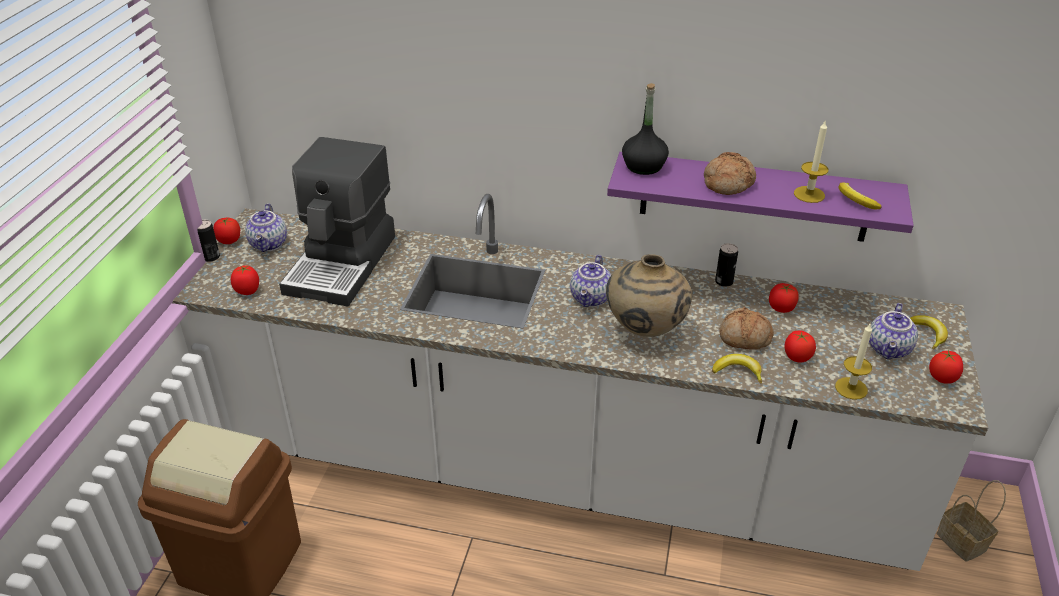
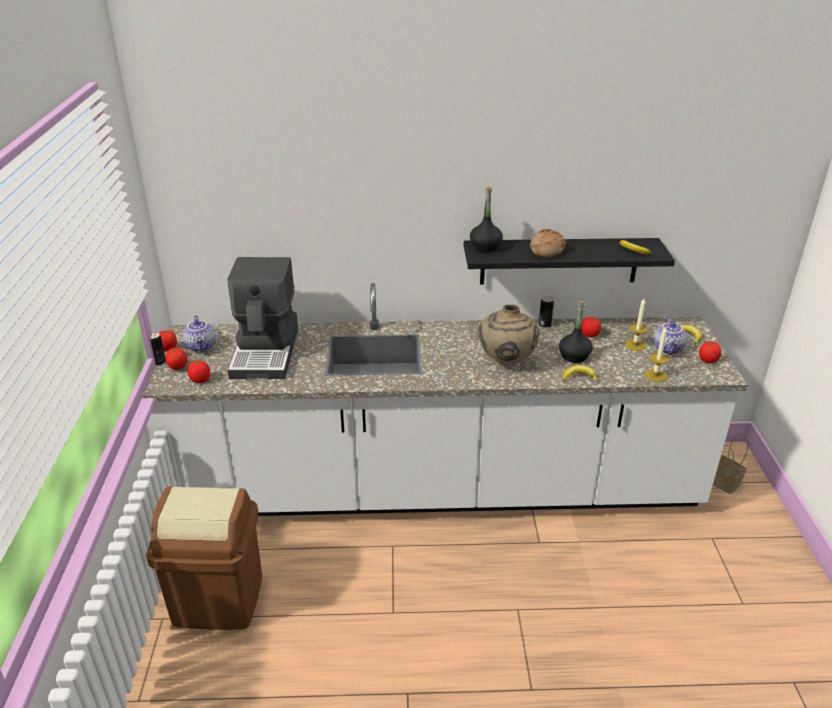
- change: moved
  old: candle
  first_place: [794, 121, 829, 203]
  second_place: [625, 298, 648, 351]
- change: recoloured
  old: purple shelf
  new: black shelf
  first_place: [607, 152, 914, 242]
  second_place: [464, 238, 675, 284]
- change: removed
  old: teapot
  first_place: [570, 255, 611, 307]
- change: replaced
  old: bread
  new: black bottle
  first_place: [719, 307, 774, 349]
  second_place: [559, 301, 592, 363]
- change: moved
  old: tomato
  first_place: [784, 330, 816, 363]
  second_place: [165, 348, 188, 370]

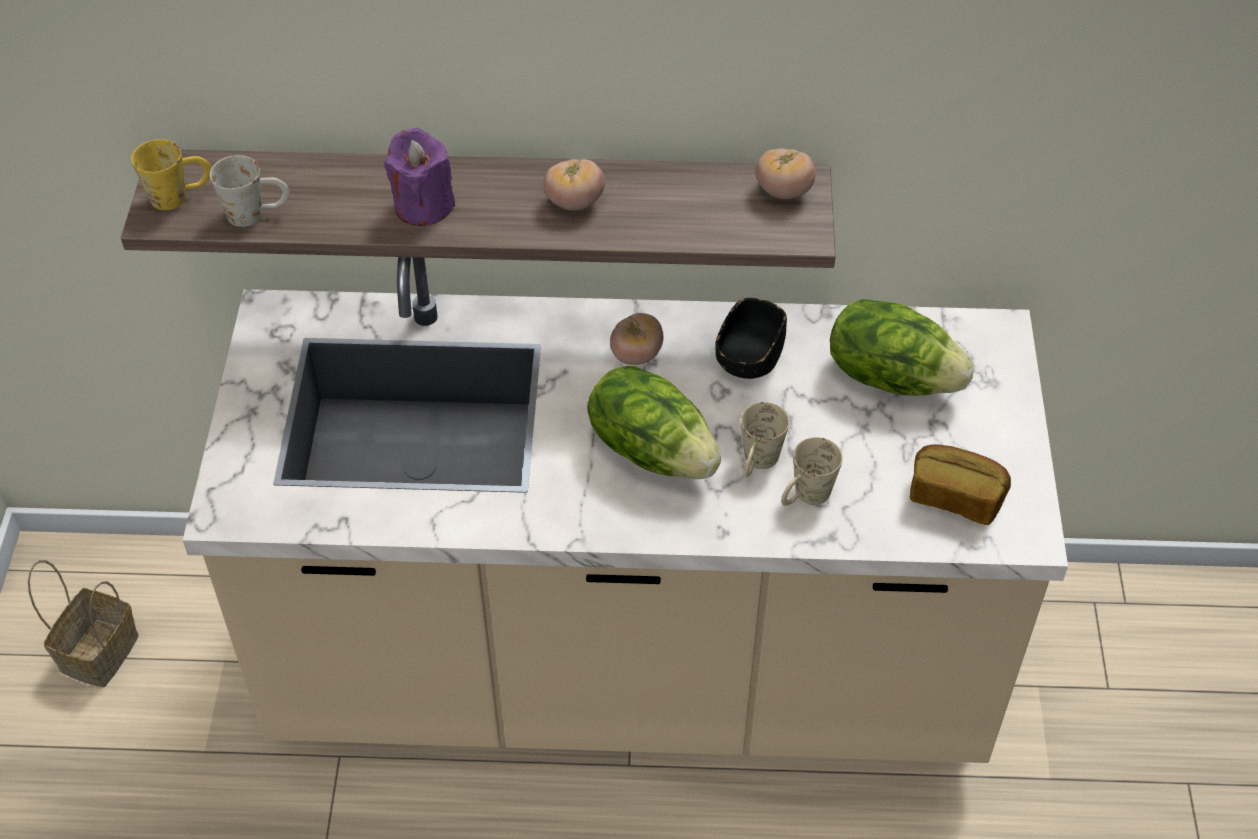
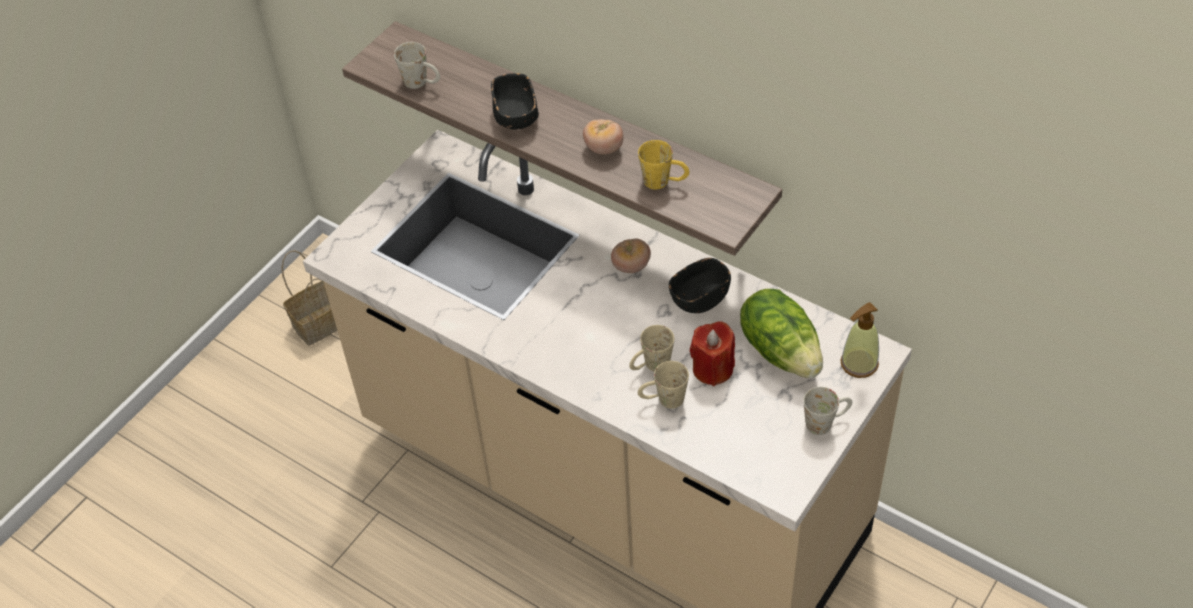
- change: replaced
  old: purple candle
  new: black bowl
  first_place: [384, 128, 455, 226]
  second_place: [491, 73, 539, 130]
- change: moved
  old: yellow mug
  first_place: [131, 139, 211, 210]
  second_place: [638, 140, 689, 189]
- change: removed
  old: tomato
  first_place: [755, 148, 816, 199]
- change: removed
  old: lettuce
  first_place: [587, 366, 721, 479]
- change: removed
  old: bread
  first_place: [910, 444, 1011, 525]
- change: added
  new: soap dispenser
  second_place: [840, 302, 879, 378]
- change: added
  new: red candle
  second_place: [690, 321, 735, 386]
- change: added
  new: white mug
  second_place: [803, 387, 852, 435]

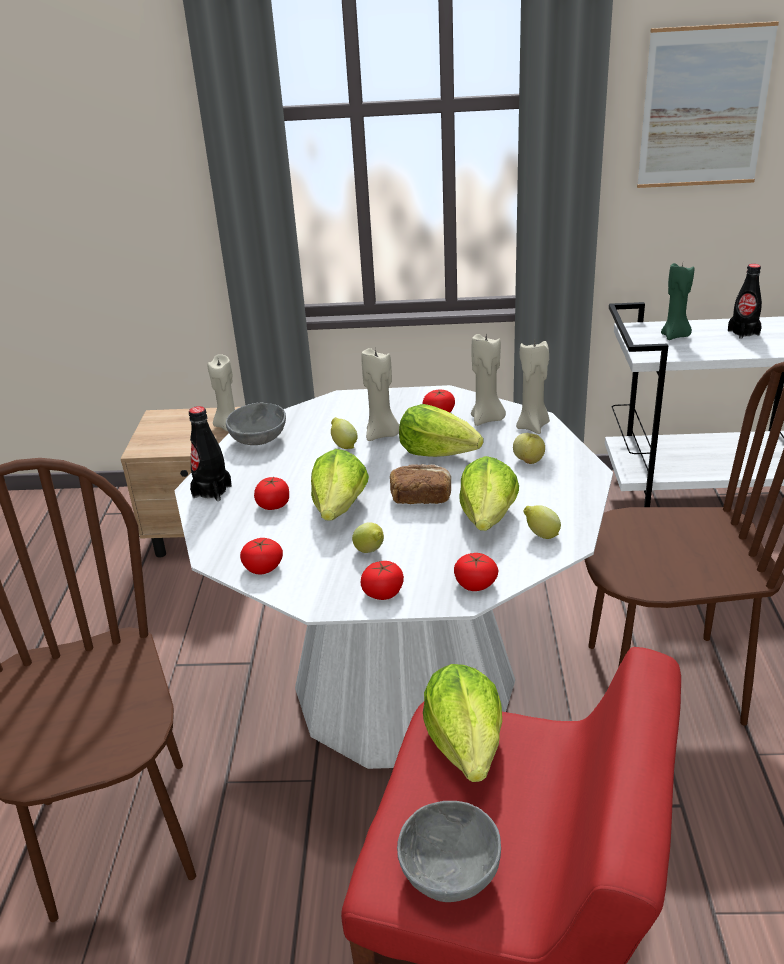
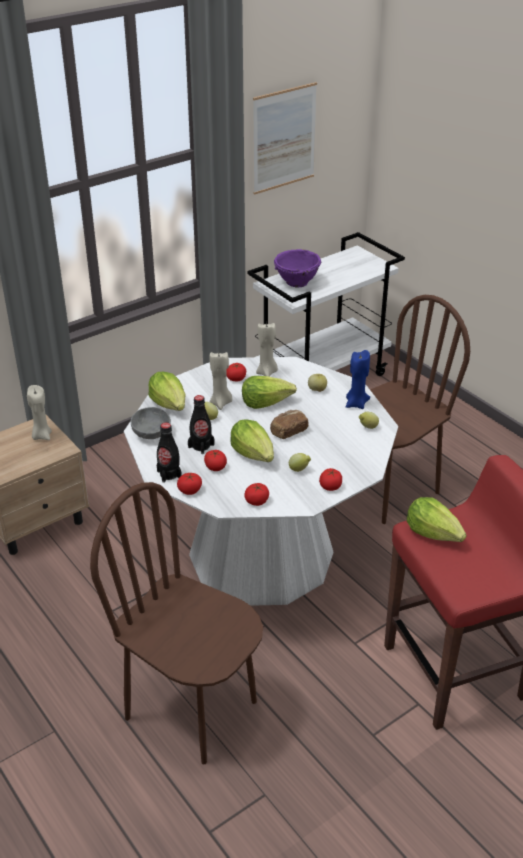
- change: replaced
  old: green candle
  new: purple bowl
  first_place: [661, 263, 694, 340]
  second_place: [274, 249, 322, 288]
- change: moved
  old: black bottle
  first_place: [728, 264, 762, 339]
  second_place: [188, 395, 215, 454]
- change: removed
  old: beige candle
  first_place: [516, 341, 550, 434]
- change: moved
  old: lettuce
  first_place: [460, 456, 519, 531]
  second_place: [149, 372, 185, 411]
- change: moved
  old: tomato
  first_place: [454, 553, 499, 591]
  second_place: [177, 473, 202, 495]
- change: removed
  old: grey bowl
  first_place: [397, 801, 501, 902]
- change: added
  new: blue candle
  second_place: [346, 350, 370, 409]

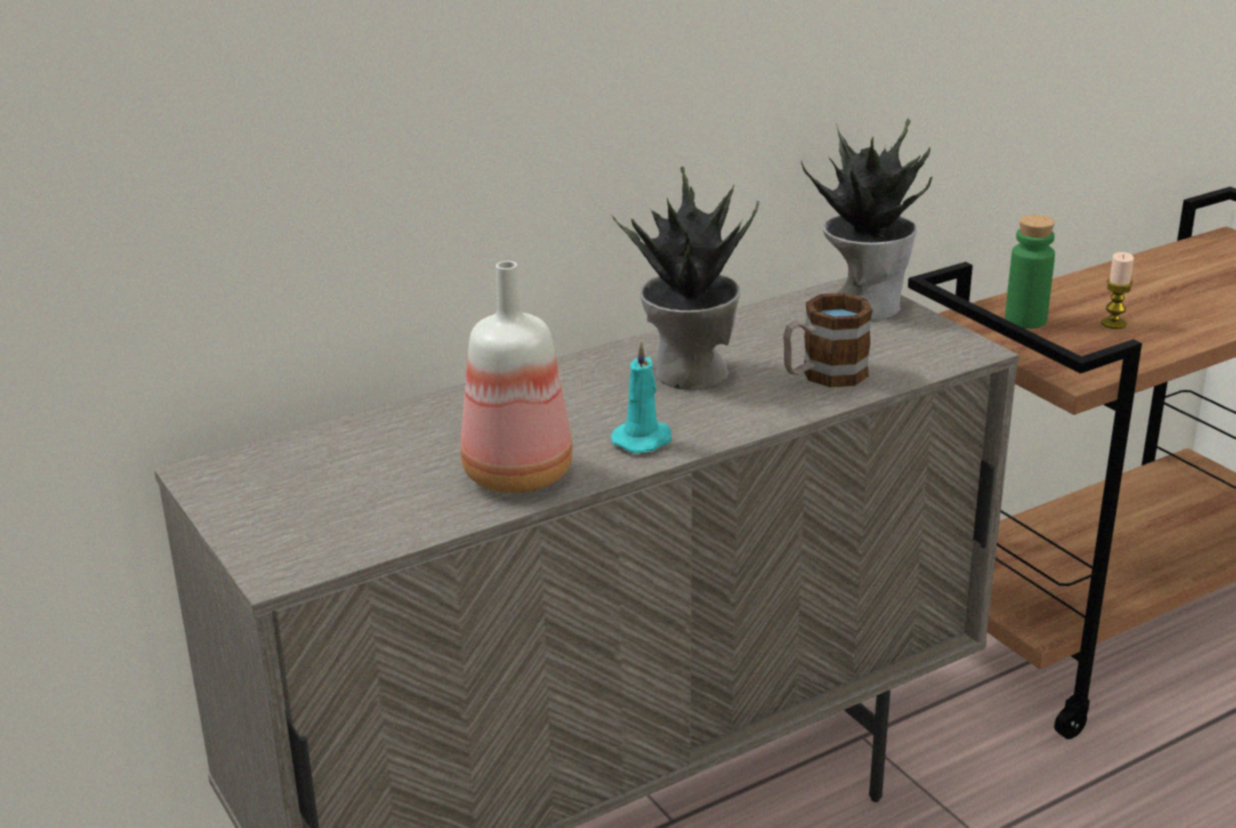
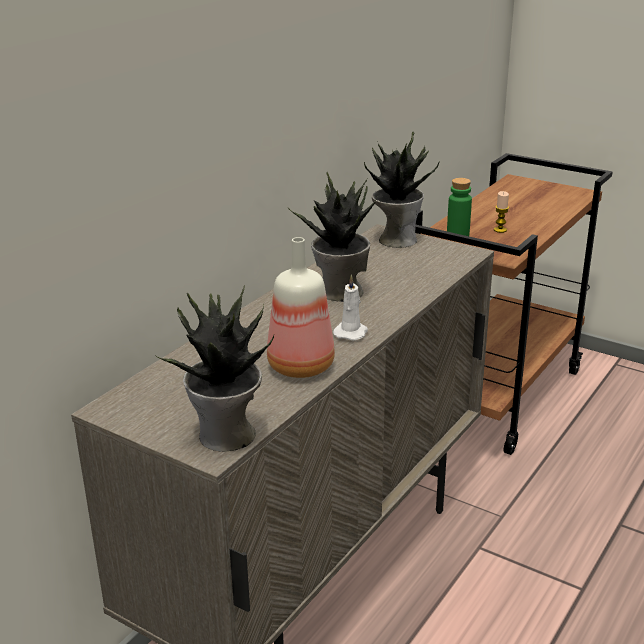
- change: removed
  old: mug
  first_place: [783, 293, 873, 387]
- change: recoloured
  old: turquoise candle
  new: white candle
  first_place: [611, 341, 672, 454]
  second_place: [333, 274, 368, 341]
- change: added
  new: potted plant
  second_place: [155, 285, 274, 452]

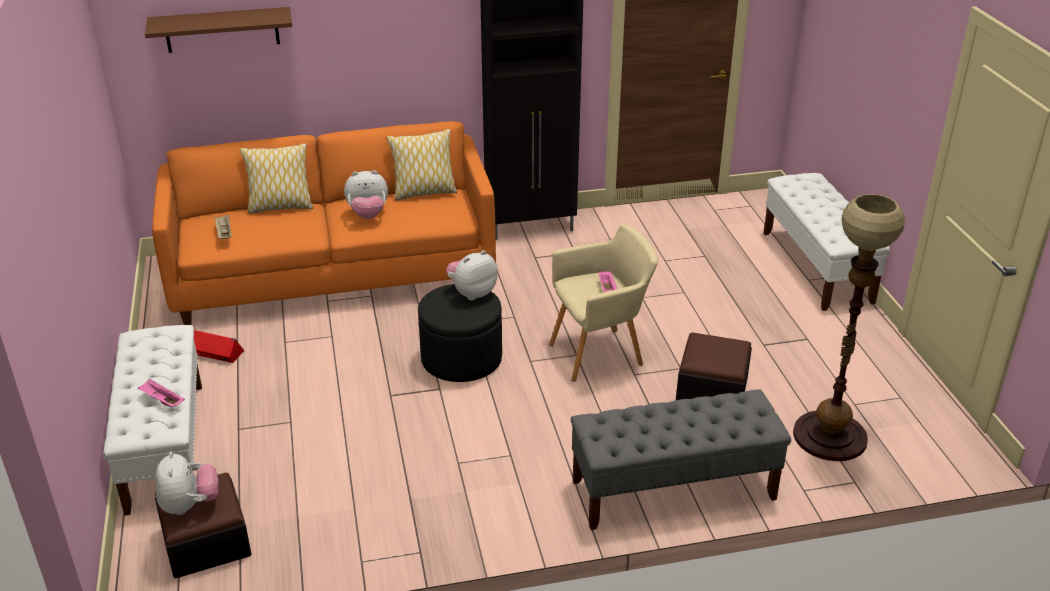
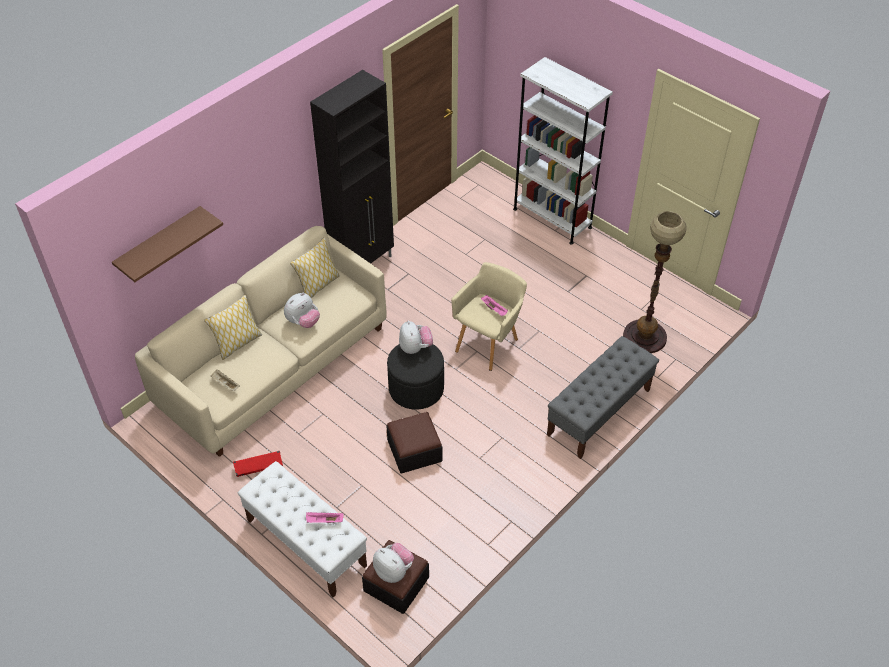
- change: recoloured
  old: orange sofa
  new: beige sofa
  first_place: [152, 121, 496, 325]
  second_place: [135, 226, 387, 457]
- change: replaced
  old: white bench
  new: white bookcase
  first_place: [763, 173, 890, 311]
  second_place: [513, 57, 613, 245]
- change: turned
  old: plush toy
  first_place: [446, 250, 498, 300]
  second_place: [399, 320, 433, 354]
  degrees: 150
- change: moved
  old: ottoman
  first_place: [676, 332, 752, 400]
  second_place: [386, 412, 442, 474]

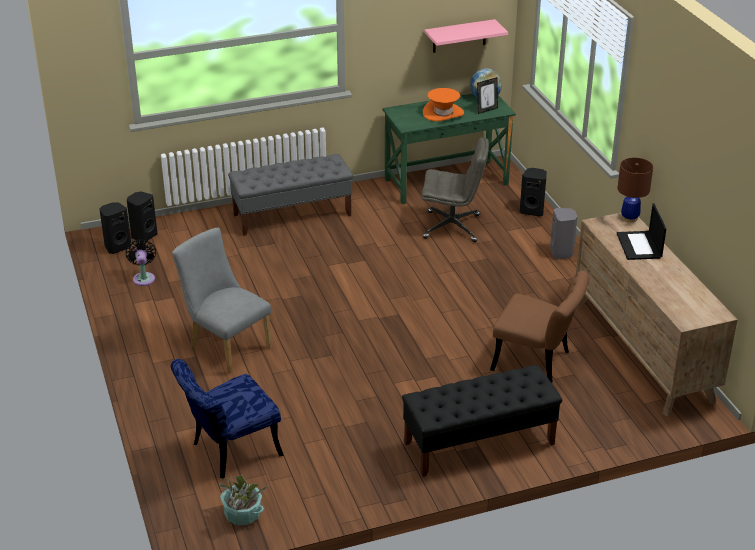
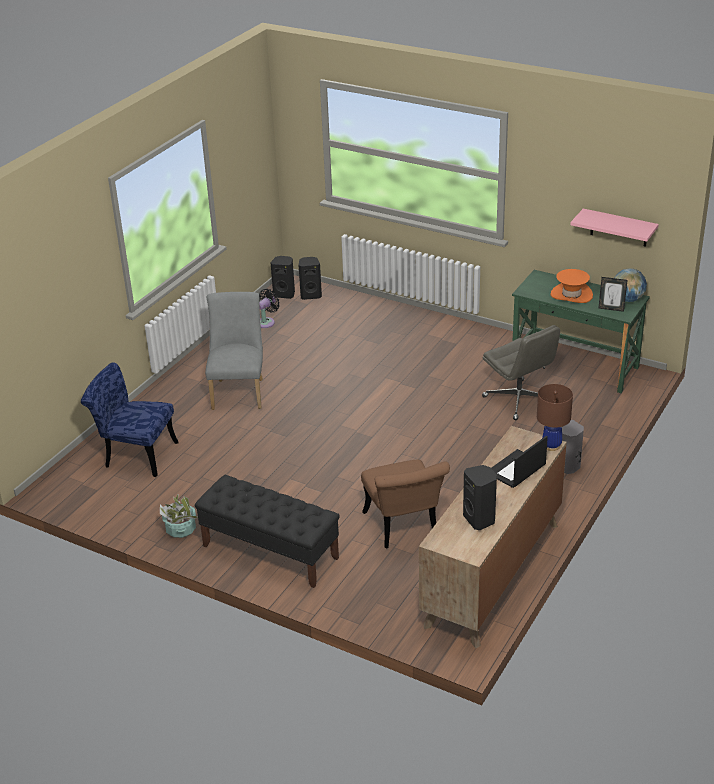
- change: removed
  old: grey bench
  first_place: [228, 154, 353, 236]
- change: moved
  old: black speaker
  first_place: [520, 168, 547, 217]
  second_place: [463, 465, 497, 530]
- change: moved
  old: potted plant
  first_place: [219, 476, 270, 525]
  second_place: [160, 493, 198, 538]

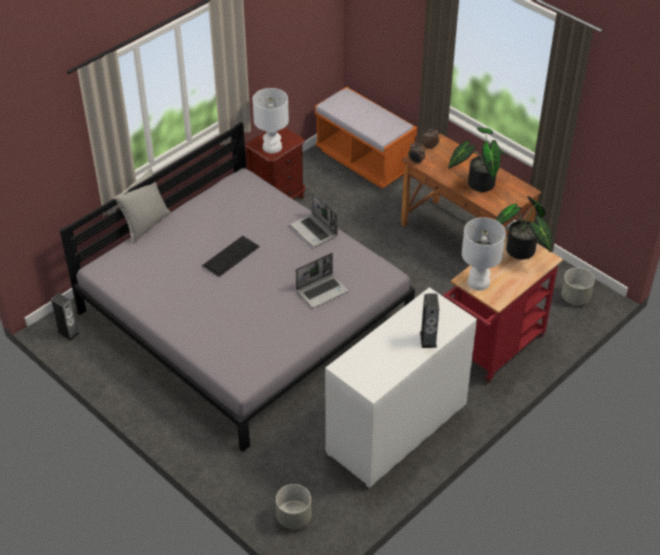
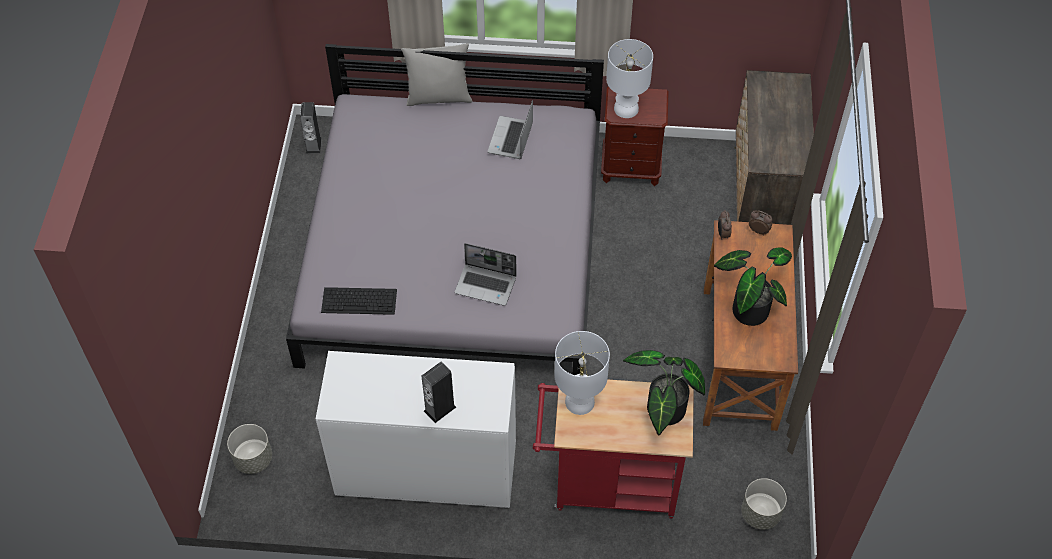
- change: replaced
  old: orange bench
  new: dresser
  first_place: [315, 87, 417, 188]
  second_place: [734, 70, 814, 225]
- change: moved
  old: laptop
  first_place: [290, 193, 338, 247]
  second_place: [488, 100, 533, 159]
- change: moved
  old: keyboard
  first_place: [202, 236, 260, 277]
  second_place: [321, 287, 397, 315]

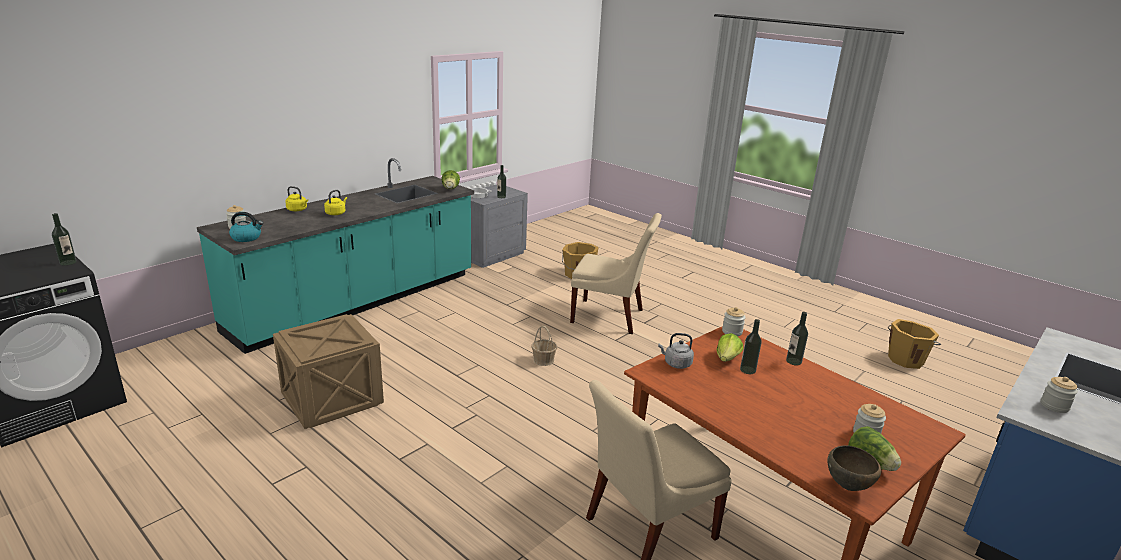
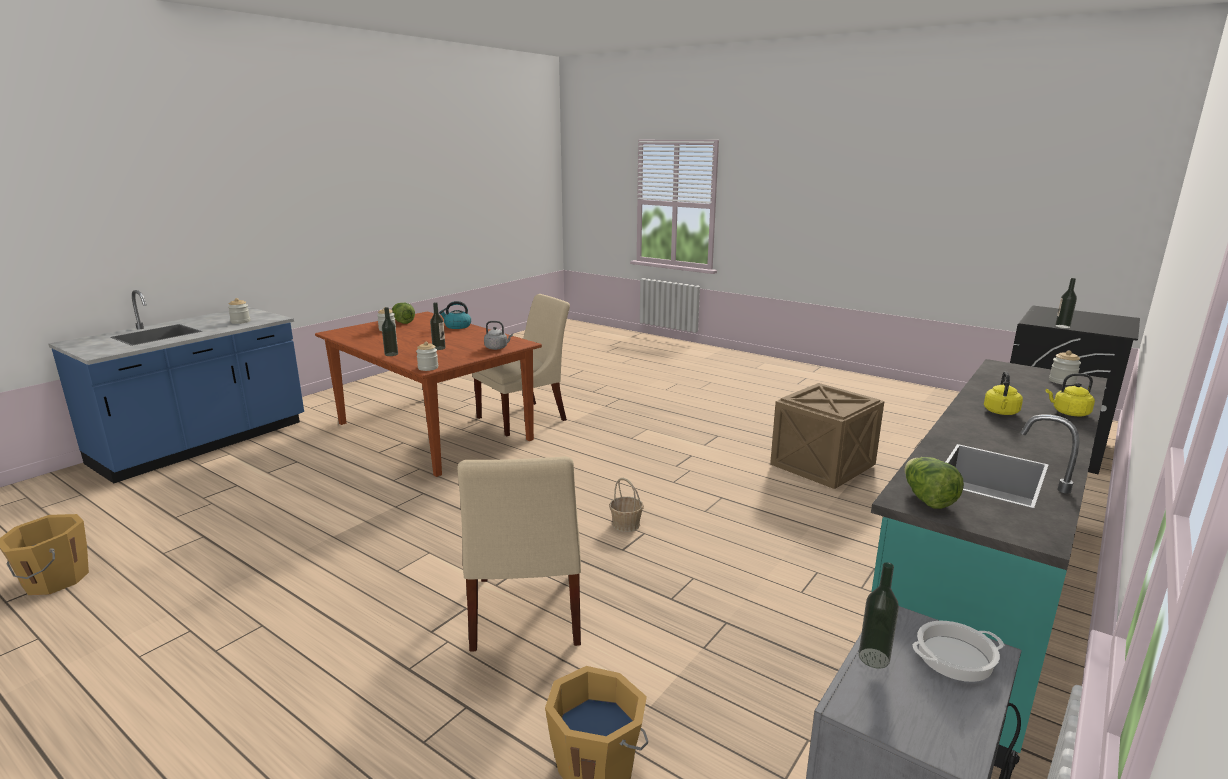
- change: moved
  old: kettle
  first_place: [229, 212, 263, 242]
  second_place: [439, 301, 471, 329]
- change: turned
  old: beige chair
  first_place: [570, 213, 662, 334]
  second_place: [457, 456, 581, 652]
  degrees: -105
- change: removed
  old: lettuce
  first_place: [717, 333, 743, 362]
- change: removed
  old: brown bowl
  first_place: [827, 445, 881, 491]

